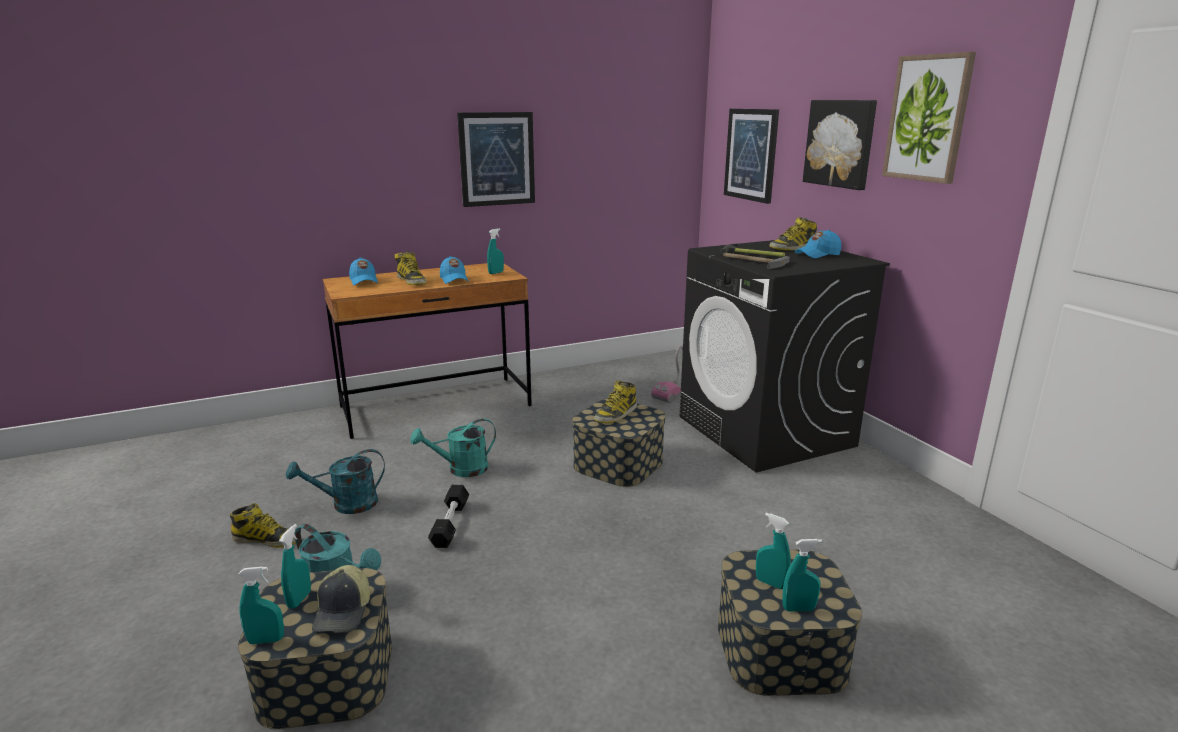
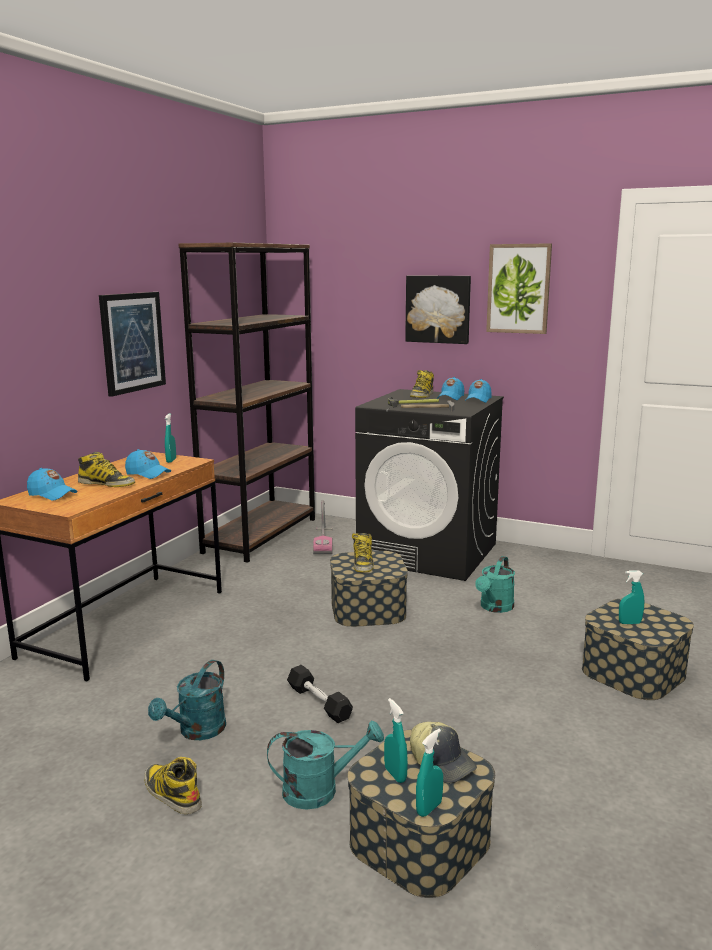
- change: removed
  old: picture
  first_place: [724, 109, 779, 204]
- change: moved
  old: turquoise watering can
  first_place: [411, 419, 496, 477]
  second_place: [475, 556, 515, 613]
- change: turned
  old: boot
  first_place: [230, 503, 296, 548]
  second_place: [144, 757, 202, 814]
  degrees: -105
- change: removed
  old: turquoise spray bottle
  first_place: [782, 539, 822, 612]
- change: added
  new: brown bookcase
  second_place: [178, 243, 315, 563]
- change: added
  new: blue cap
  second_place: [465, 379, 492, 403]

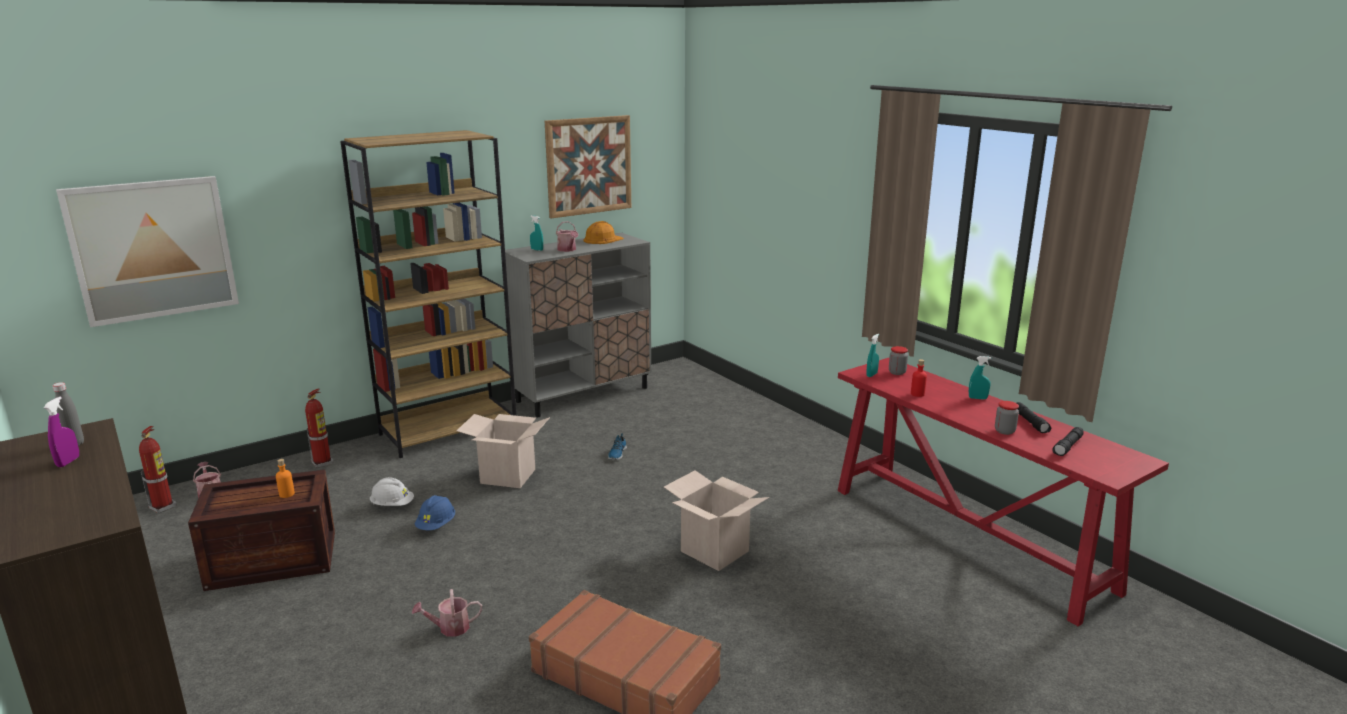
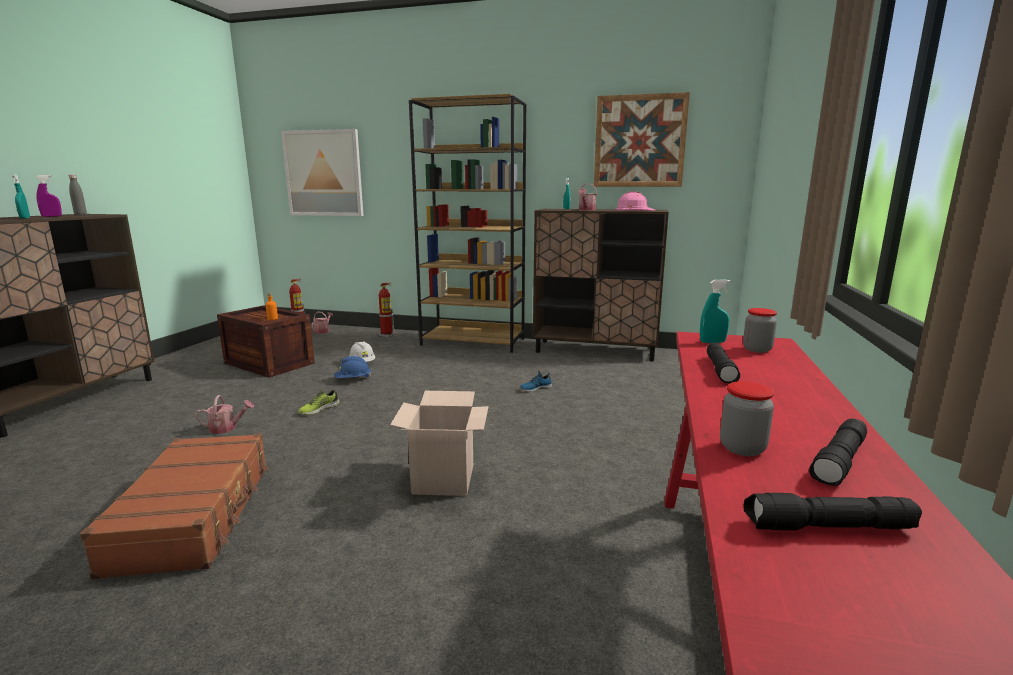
- change: recoloured
  old: orange hard hat
  new: pink hard hat
  first_place: [583, 221, 624, 244]
  second_place: [615, 192, 655, 211]
- change: recoloured
  old: grey cabinet
  new: brown cabinet
  first_place: [505, 232, 651, 417]
  second_place: [533, 209, 669, 362]
- change: moved
  old: turquoise spray bottle
  first_place: [969, 356, 991, 400]
  second_place: [11, 174, 30, 219]
- change: replaced
  old: red bottle
  new: black flashlight
  first_place: [911, 359, 927, 397]
  second_place: [707, 343, 740, 383]
- change: removed
  old: cardboard box
  first_place: [457, 414, 550, 488]
- change: turned
  old: watering can
  first_place: [412, 589, 482, 637]
  second_place: [195, 395, 254, 434]
  degrees: 135
- change: added
  new: shoe
  second_place: [298, 390, 340, 415]

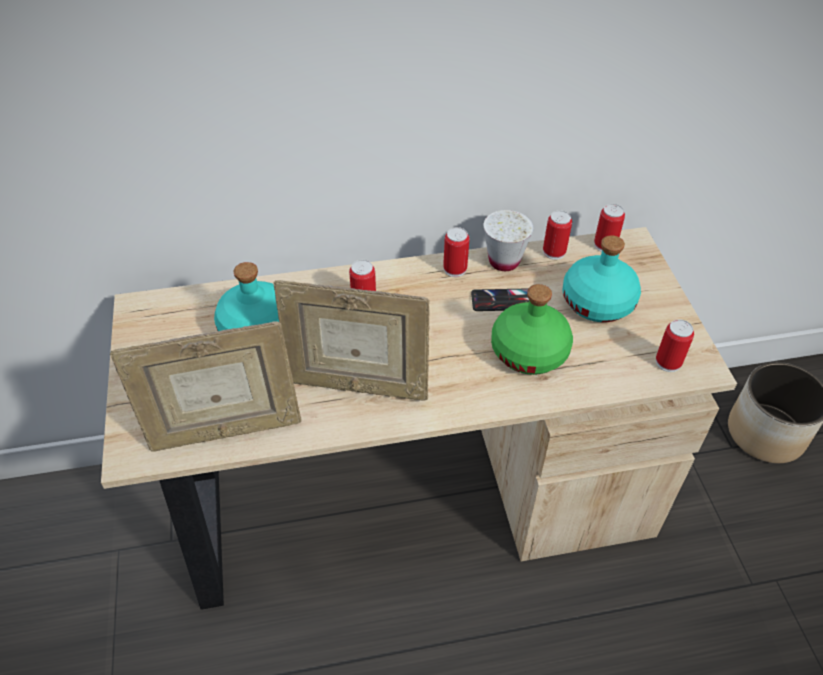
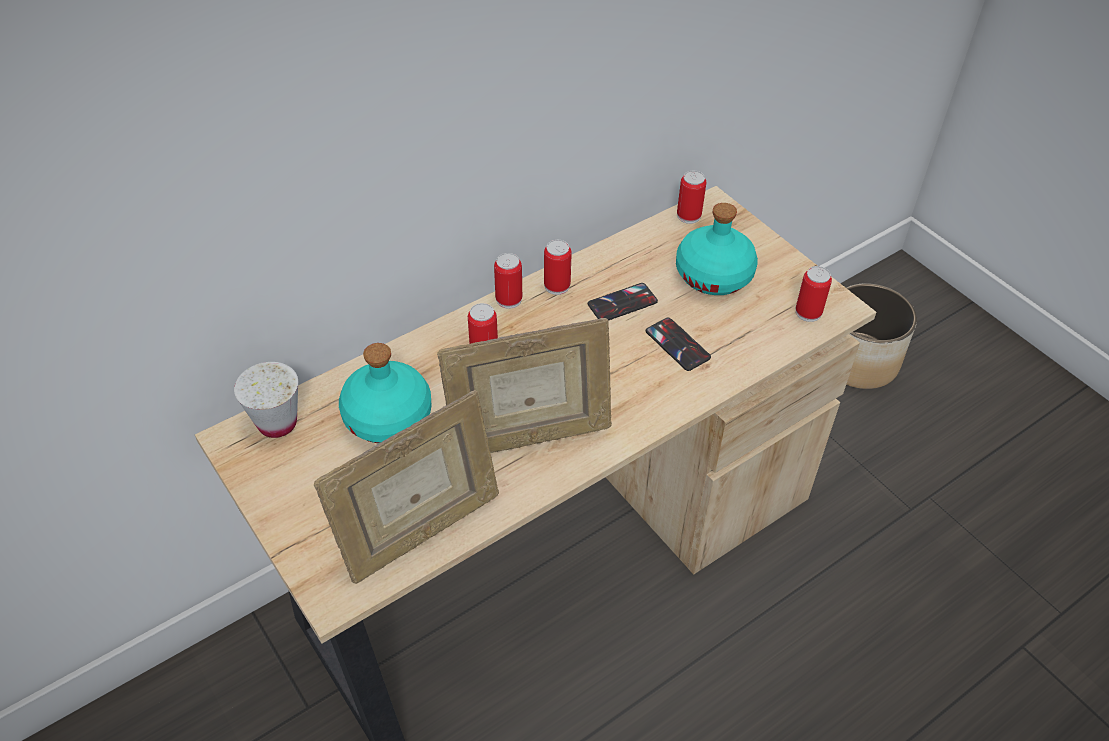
- change: moved
  old: white cup
  first_place: [484, 210, 534, 271]
  second_place: [234, 362, 298, 438]
- change: moved
  old: can
  first_place: [543, 210, 572, 260]
  second_place: [494, 253, 522, 309]
- change: replaced
  old: green bottle
  new: phone
  first_place: [491, 284, 573, 375]
  second_place: [646, 318, 711, 371]

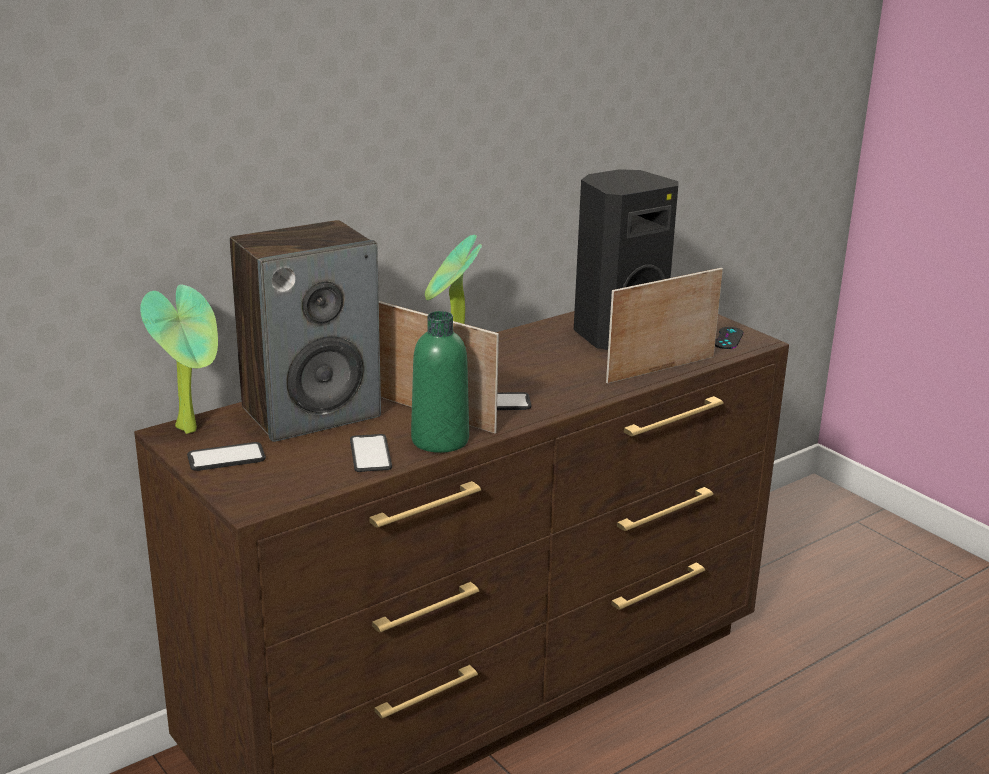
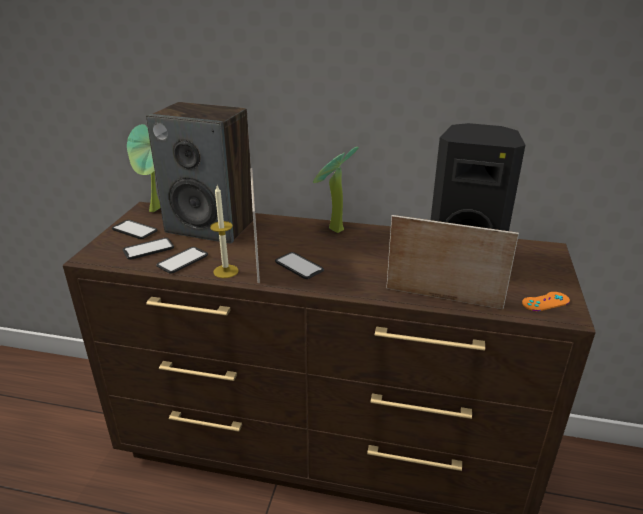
- change: replaced
  old: green bottle
  new: candle
  first_place: [411, 311, 469, 453]
  second_place: [210, 186, 239, 278]
- change: recoloured
  old: black game controller
  new: orange game controller
  first_place: [715, 327, 744, 349]
  second_place: [522, 292, 570, 311]
- change: added
  new: phone
  second_place: [123, 238, 174, 259]

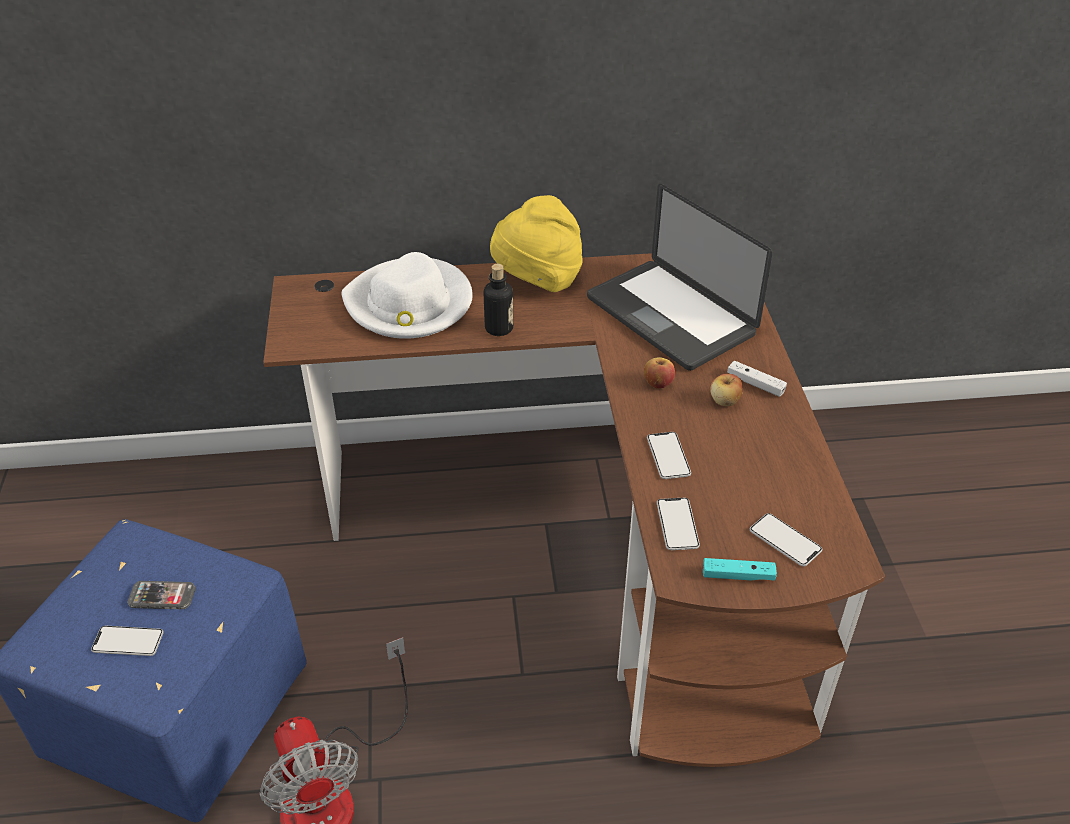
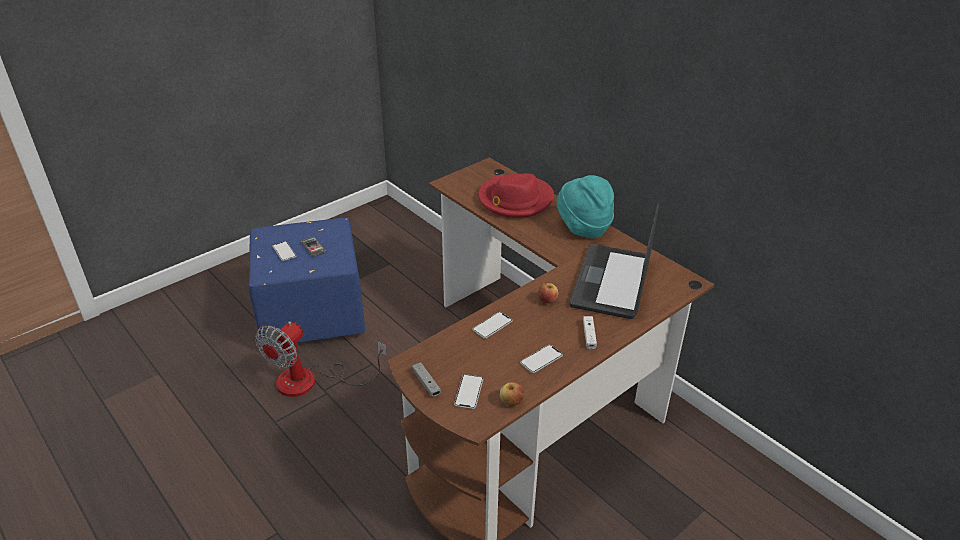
- change: recoloured
  old: yellow hat
  new: turquoise hat
  first_place: [490, 195, 583, 292]
  second_place: [557, 175, 614, 239]
- change: recoloured
  old: white hat
  new: red hat
  first_place: [341, 252, 473, 339]
  second_place: [478, 173, 554, 218]
- change: removed
  old: bottle
  first_place: [484, 264, 513, 336]
- change: moved
  old: apple
  first_place: [710, 374, 743, 406]
  second_place: [500, 382, 524, 406]
- change: moved
  old: phone
  first_place: [657, 498, 700, 550]
  second_place: [520, 345, 563, 373]
- change: recoloured
  old: turquoise game controller
  new: grey game controller
  first_place: [703, 558, 777, 581]
  second_place: [412, 362, 441, 396]

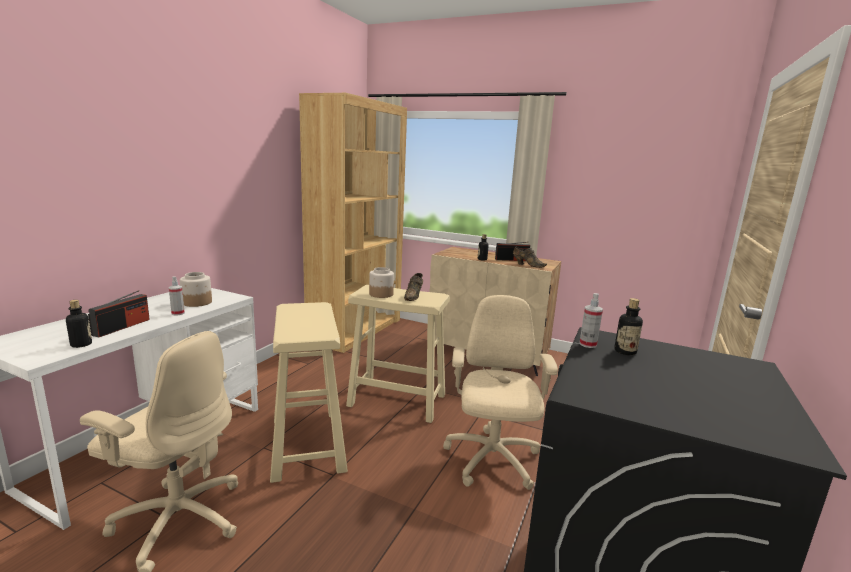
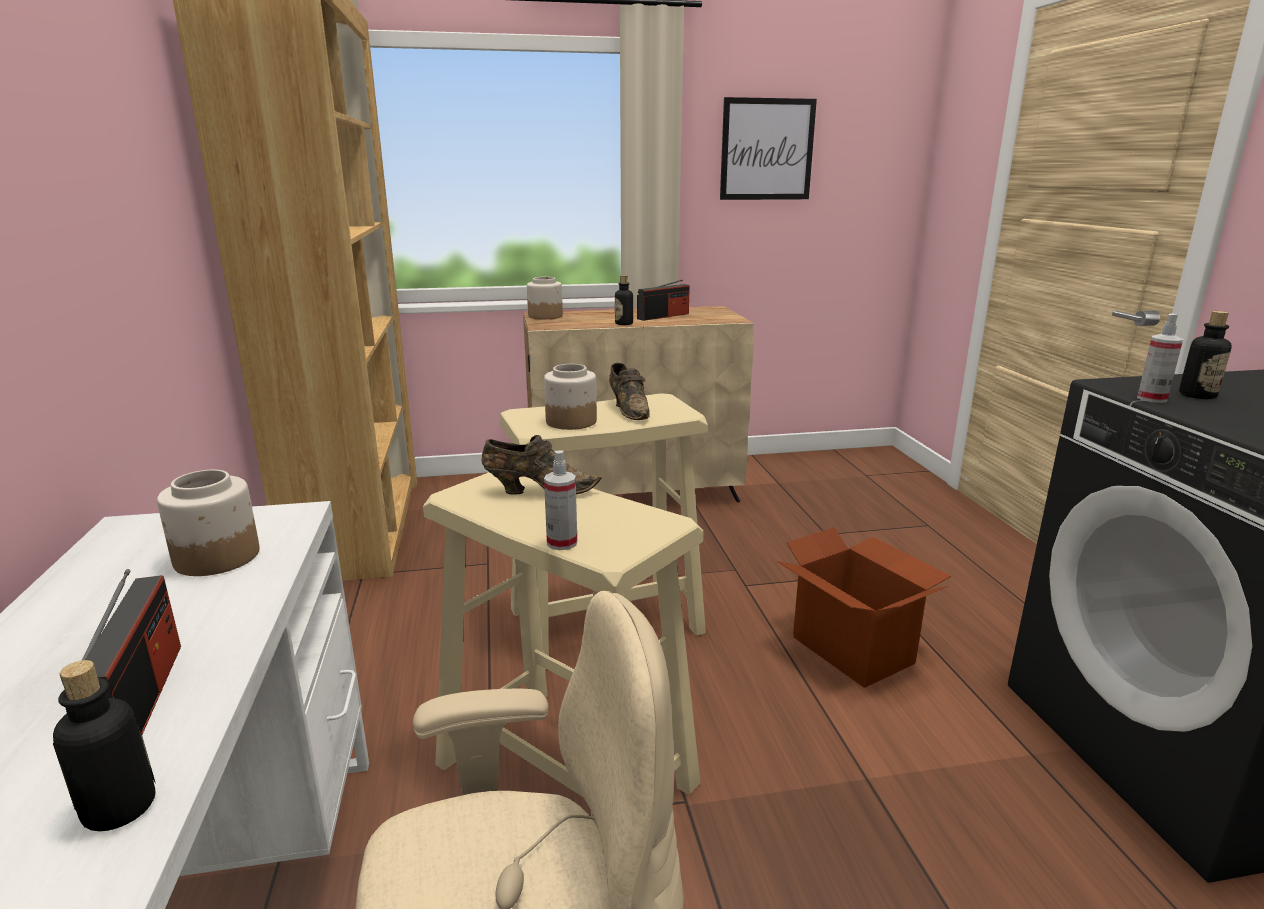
- change: moved
  old: brown shoe
  first_place: [513, 247, 547, 268]
  second_place: [482, 435, 602, 495]
- change: moved
  old: spray bottle
  first_place: [169, 276, 185, 316]
  second_place: [544, 451, 577, 550]
- change: replaced
  old: beige office chair
  new: cardboard box
  first_place: [443, 295, 558, 490]
  second_place: [776, 527, 951, 688]
- change: added
  new: picture
  second_place: [720, 97, 817, 200]
- change: added
  new: jar
  second_place: [527, 277, 563, 319]

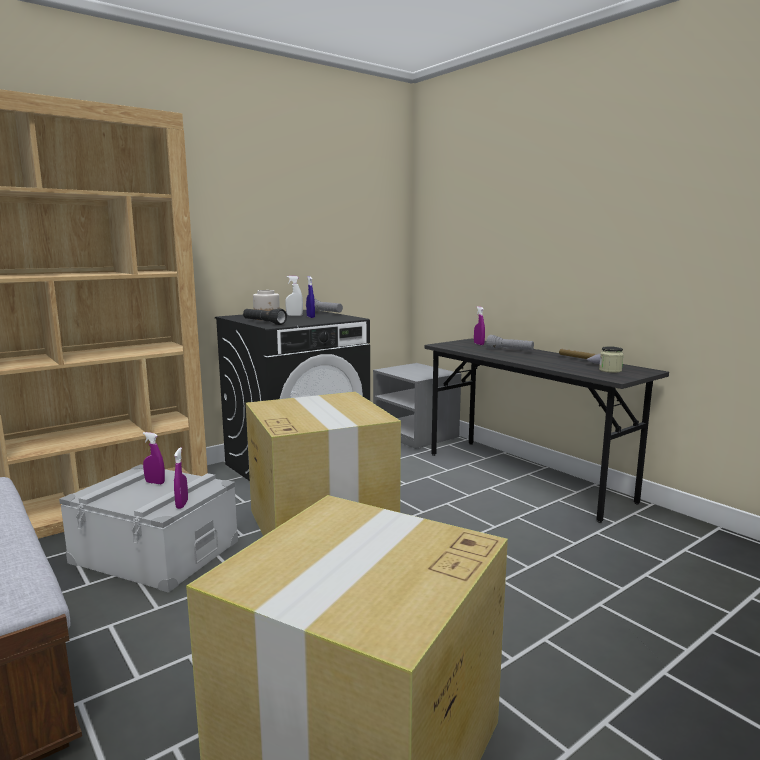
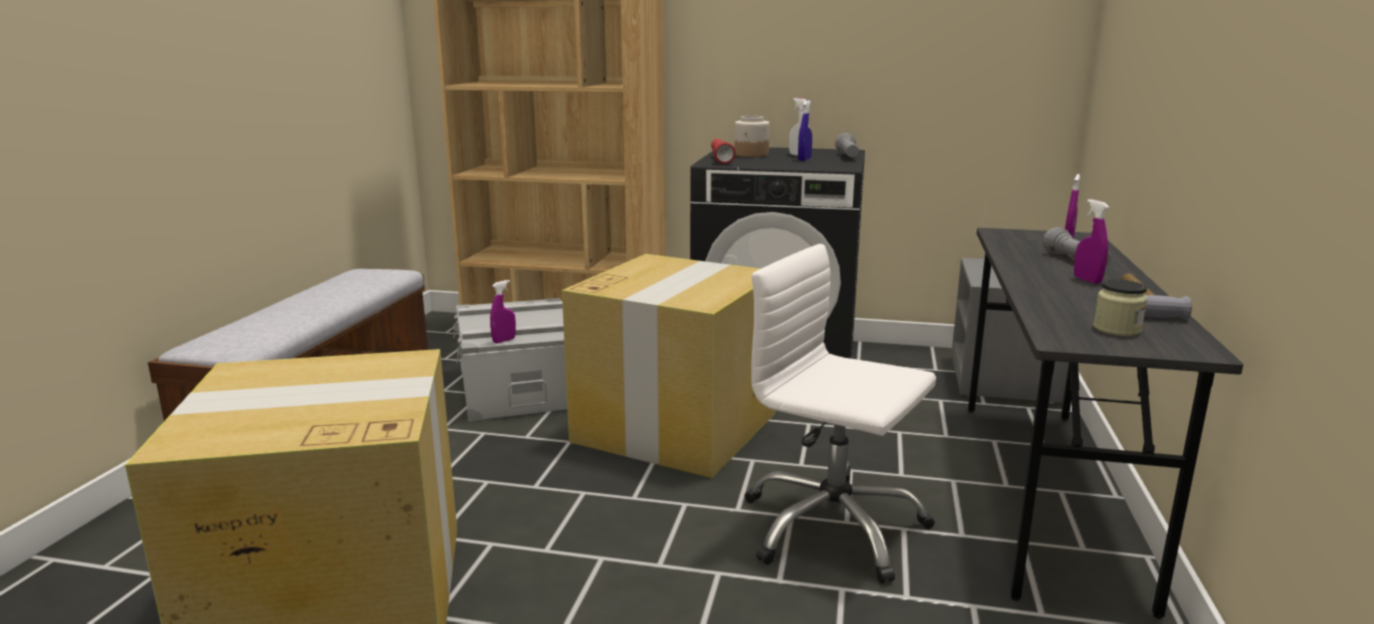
- change: recoloured
  old: black flashlight
  new: red flashlight
  first_place: [243, 308, 287, 325]
  second_place: [711, 139, 736, 164]
- change: moved
  old: purple spray bottle
  first_place: [143, 432, 165, 484]
  second_place: [1074, 199, 1109, 284]
- change: added
  new: white office chair
  second_place: [744, 244, 936, 584]

